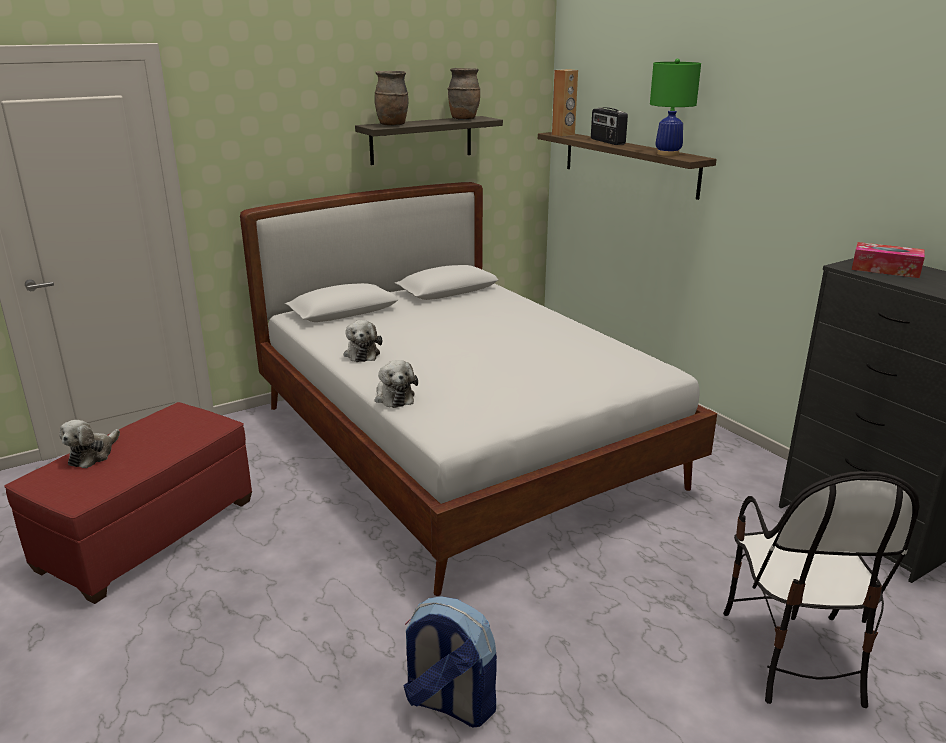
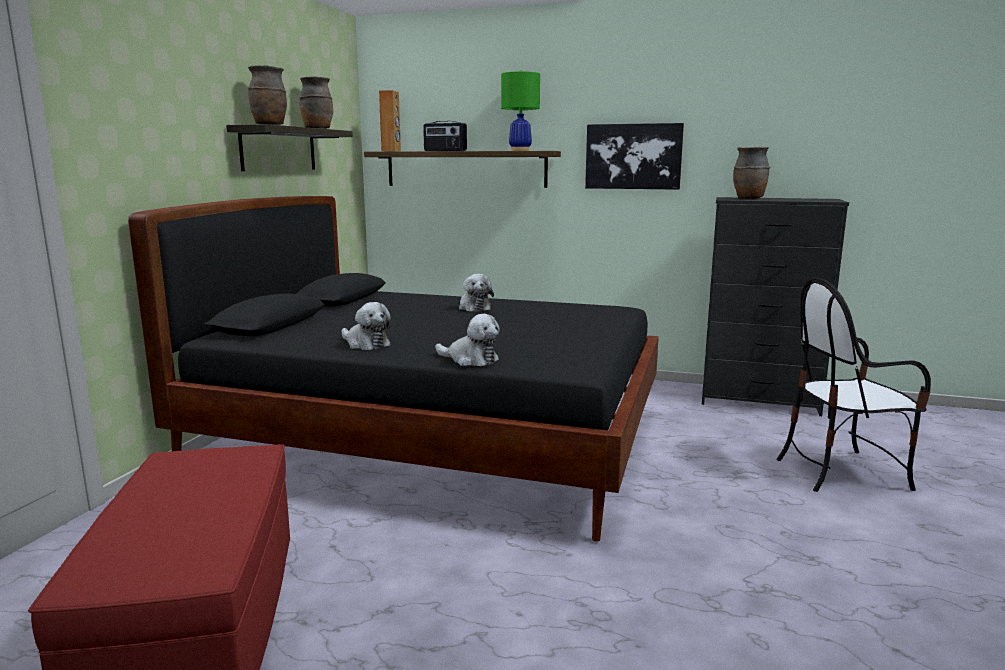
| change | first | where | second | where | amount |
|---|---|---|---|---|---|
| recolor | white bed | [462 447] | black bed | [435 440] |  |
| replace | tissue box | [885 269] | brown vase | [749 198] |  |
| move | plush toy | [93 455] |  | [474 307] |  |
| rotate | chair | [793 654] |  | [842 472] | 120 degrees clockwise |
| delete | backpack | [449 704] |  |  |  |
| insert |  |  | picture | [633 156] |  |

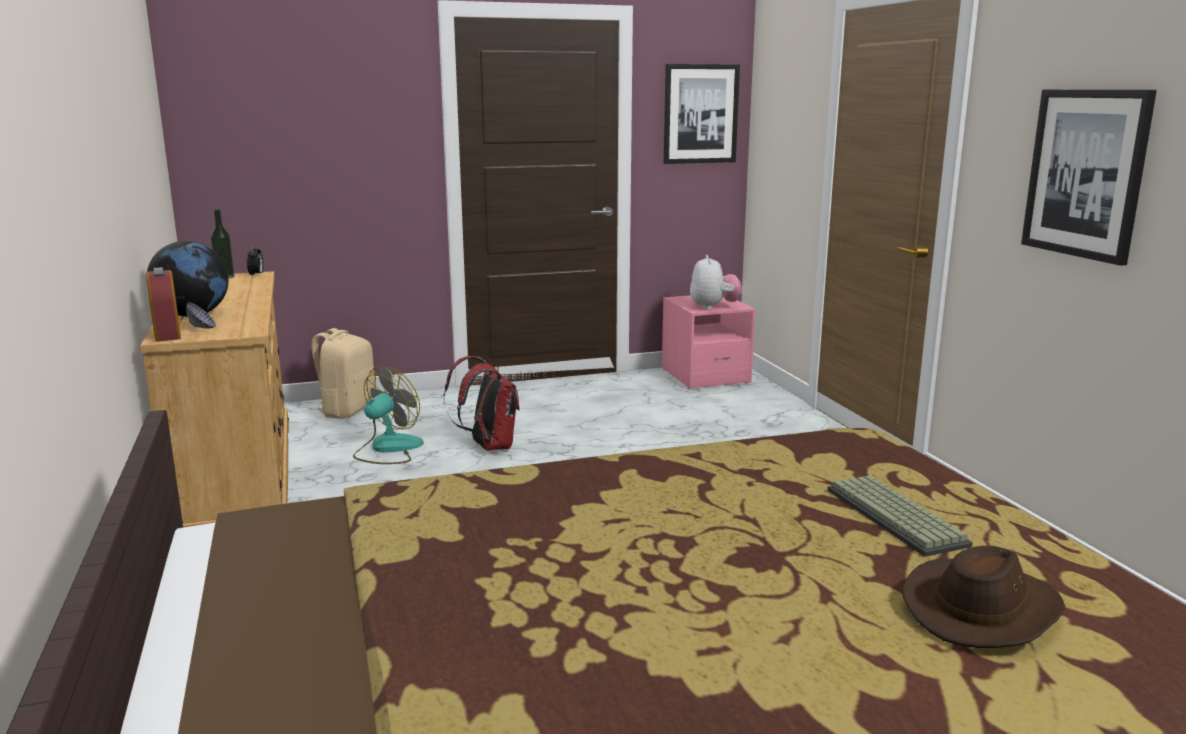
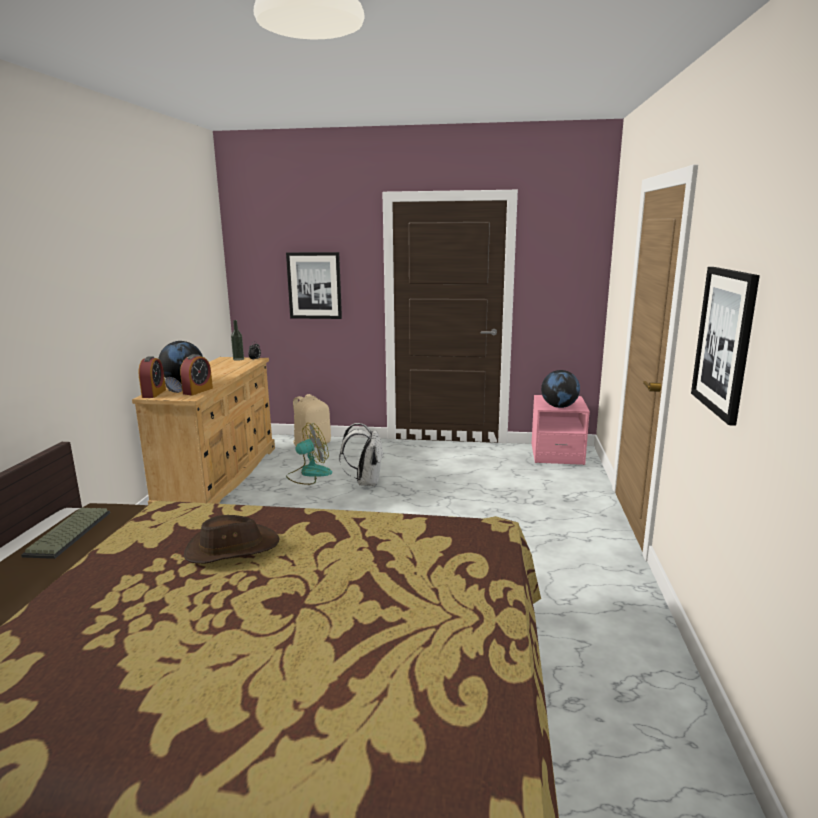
| change | first | where | second | where | amount |
|---|---|---|---|---|---|
| move | picture | [700 114] |  | [314 285] |  |
| replace | plush toy | [713 307] | globe | [559 407] |  |
| recolor | red backpack | [488 446] | white backpack | [365 482] |  |
| move | keyboard | [898 517] |  | [70 534] |  |
| move | brown hat | [982 609] |  | [231 548] |  |
| insert |  |  | alarm clock | [198 391] |  |

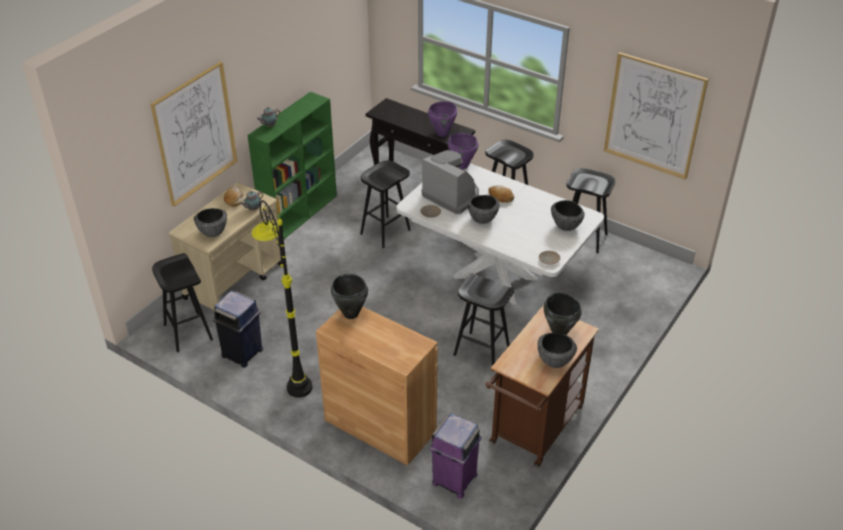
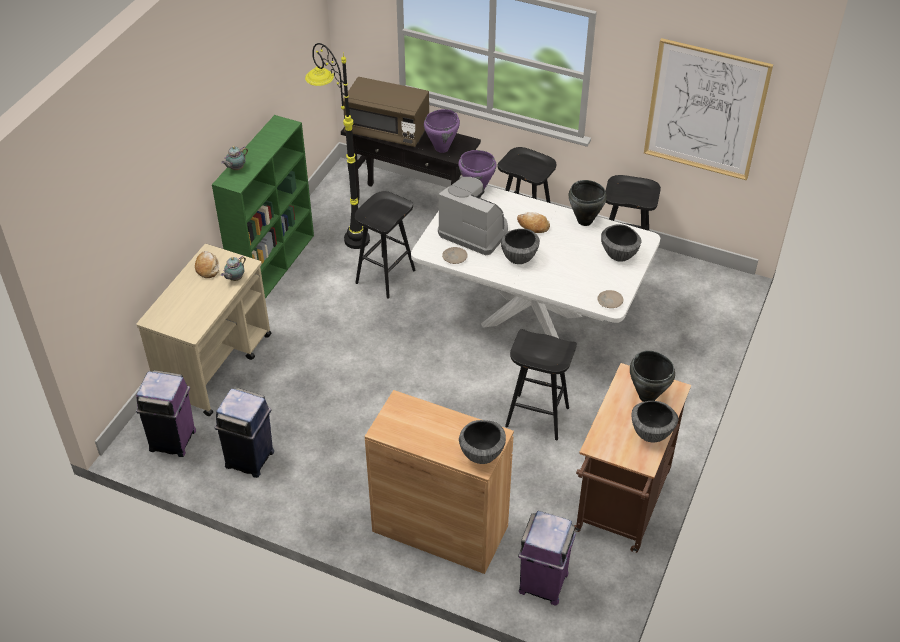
| change | first | where | second | where | amount |
|---|---|---|---|---|---|
| delete | picture | [195 134] |  |  |  |
| move | black floor lamp | [291 373] |  | [344 228] |  |
| move | bowl | [213 232] |  | [481 455] |  |
| replace | black stool | [187 332] | purple trash can | [173 440] |  |
| move | black cooking pot | [350 314] |  | [584 221] |  |
| insert |  |  | brown microwave | [387 131] |  |

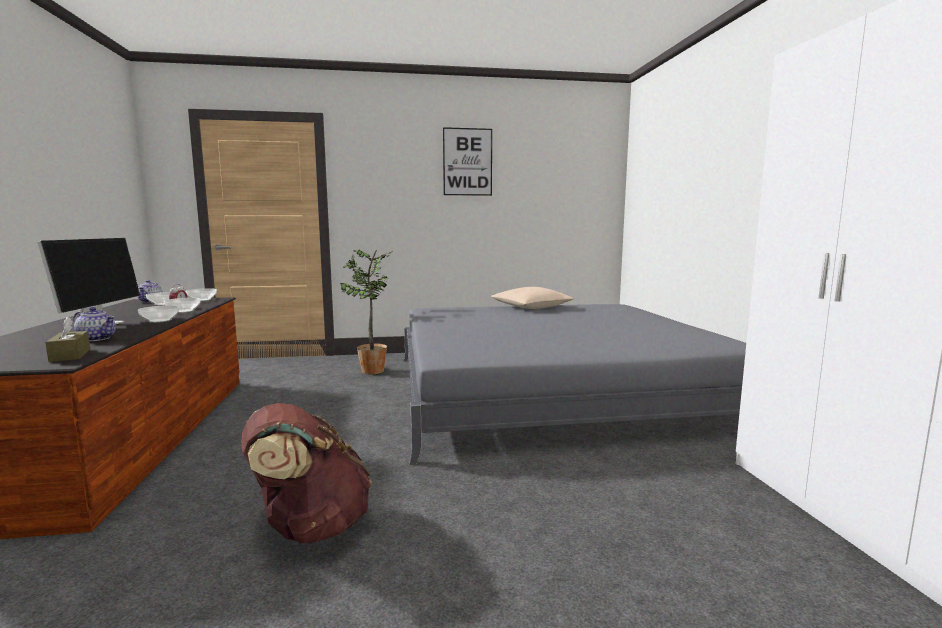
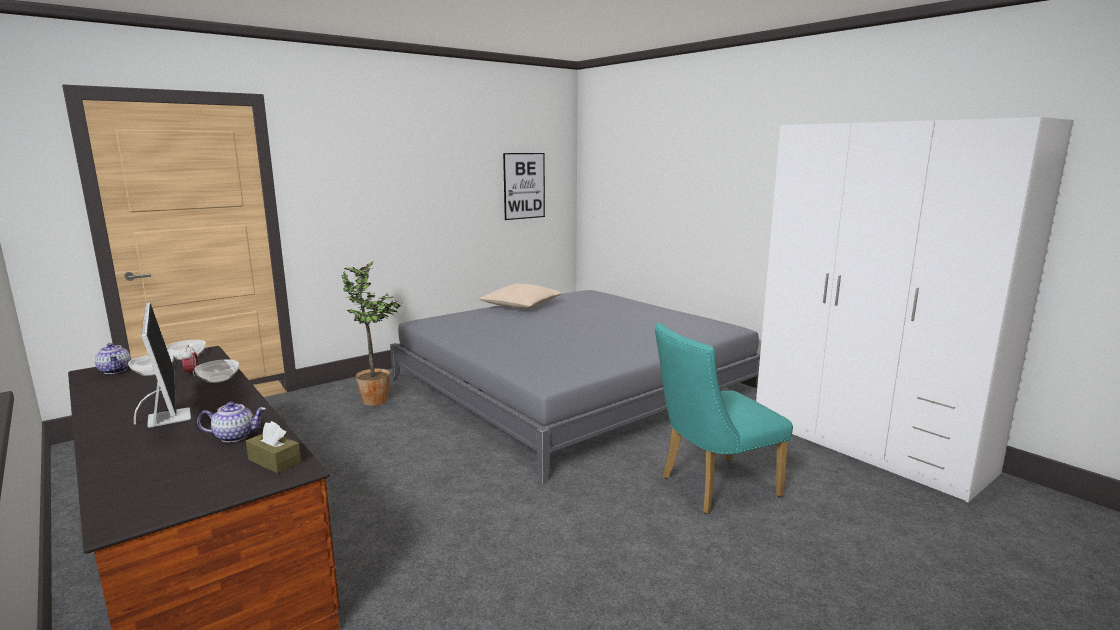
| change | first | where | second | where | amount |
|---|---|---|---|---|---|
| move | picture | [467 162] |  | [524 186] |  |
| delete | bowl | [160 320] |  |  |  |
| delete | brown backpack | [309 527] |  |  |  |
| insert |  |  | turquoise chair | [712 487] |  |

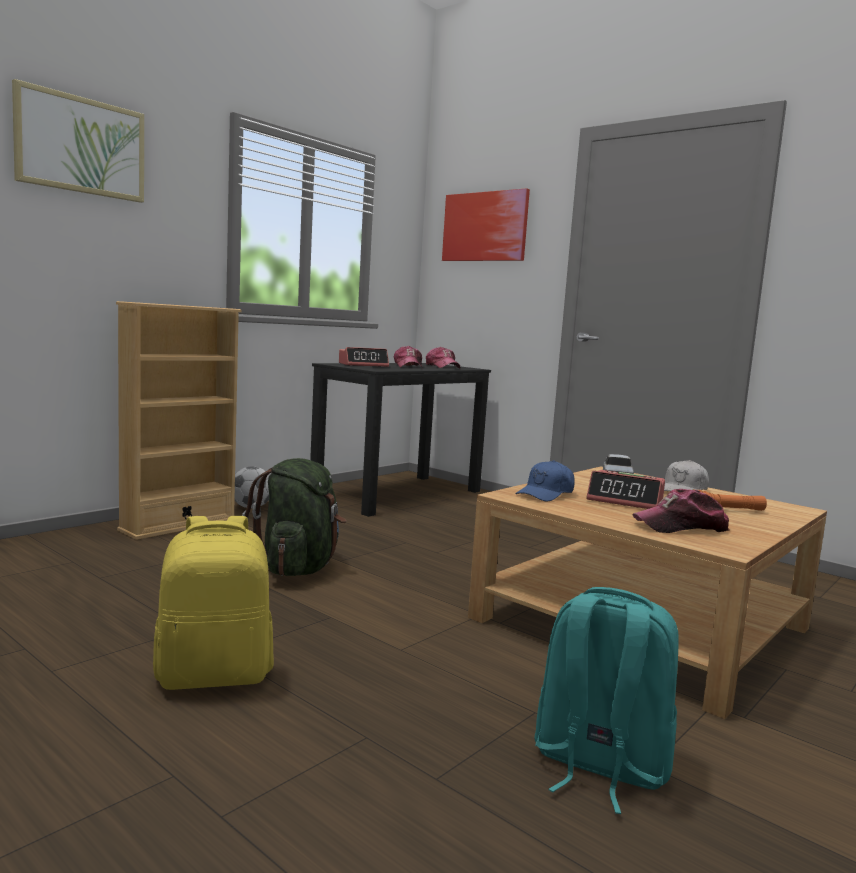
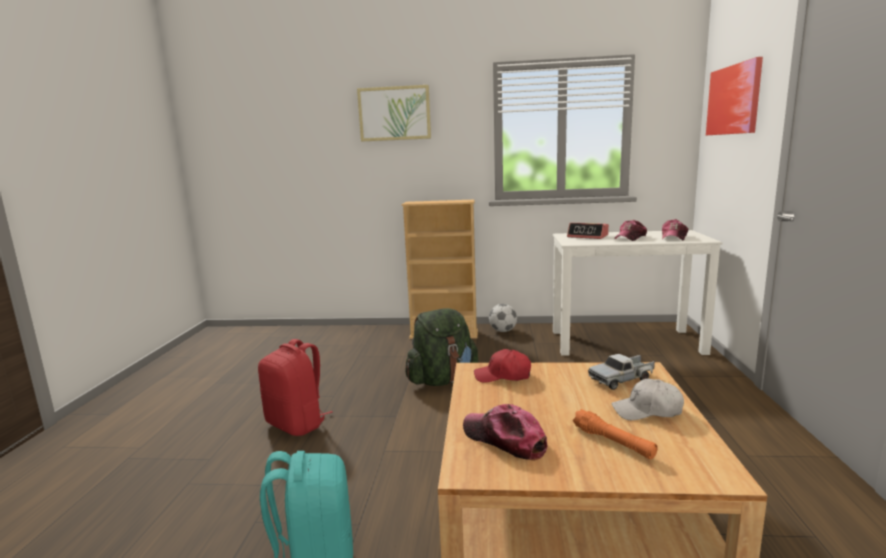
| change | first | where | second | where | amount |
|---|---|---|---|---|---|
| recolor | black desk | [399 494] | white desk | [626 342] |  |
| recolor | blue cap | [546 494] | red cap | [503 376] |  |
| delete | alarm clock | [625 500] |  |  |  |
| recolor | yellow backpack | [215 675] | red backpack | [297 424] |  |

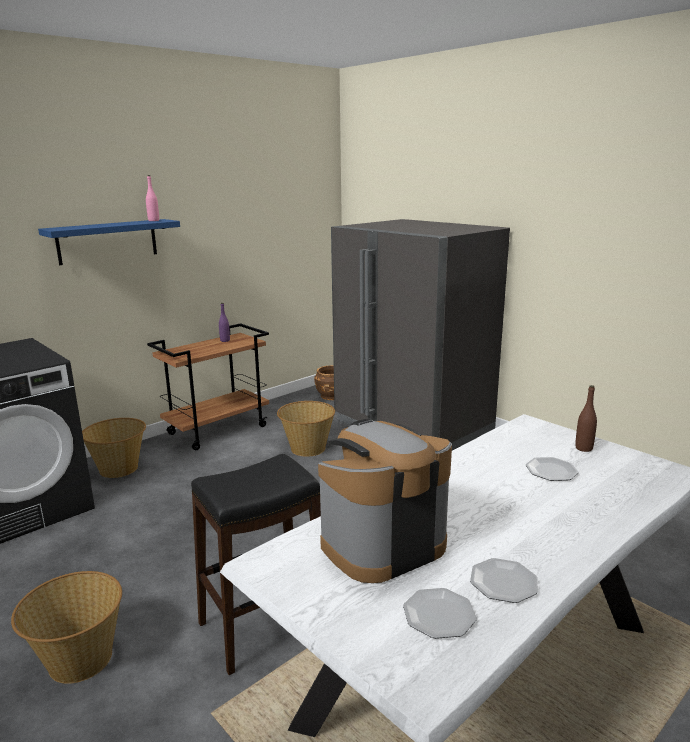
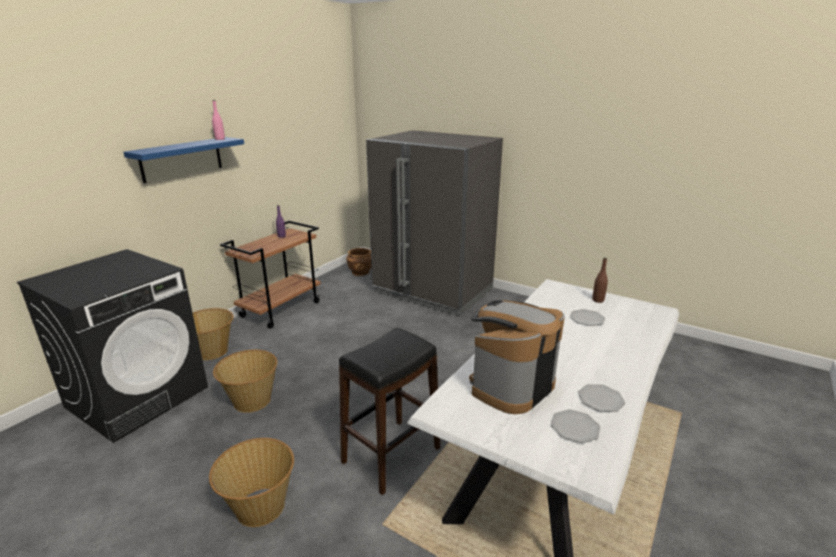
| change | first | where | second | where | amount |
|---|---|---|---|---|---|
| move | basket | [307 448] |  | [251 401] |  |

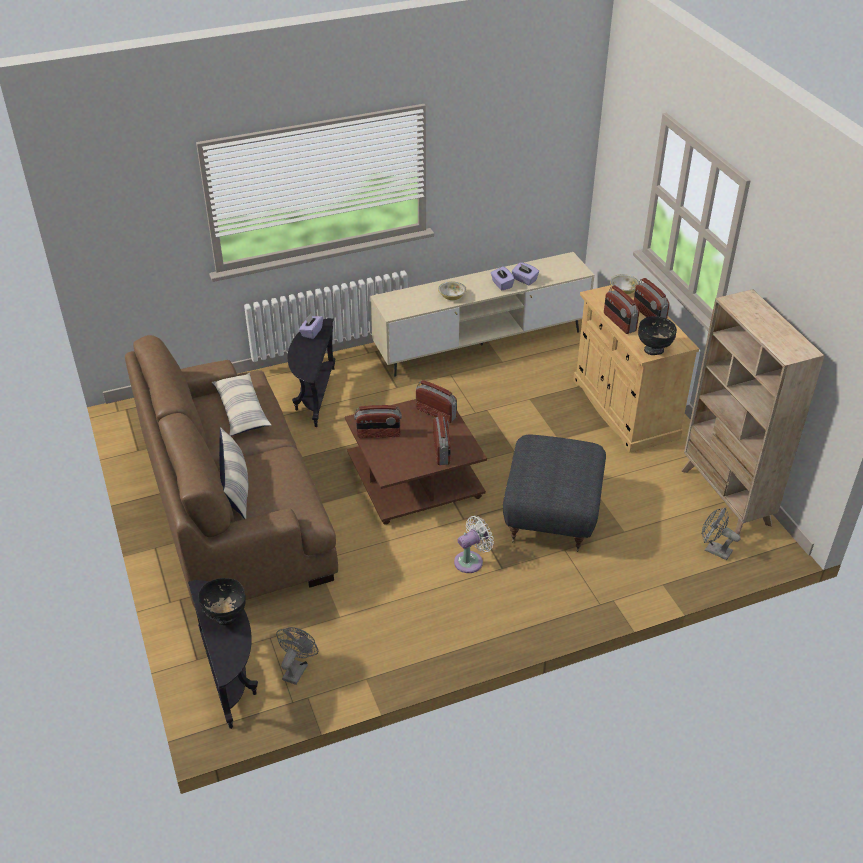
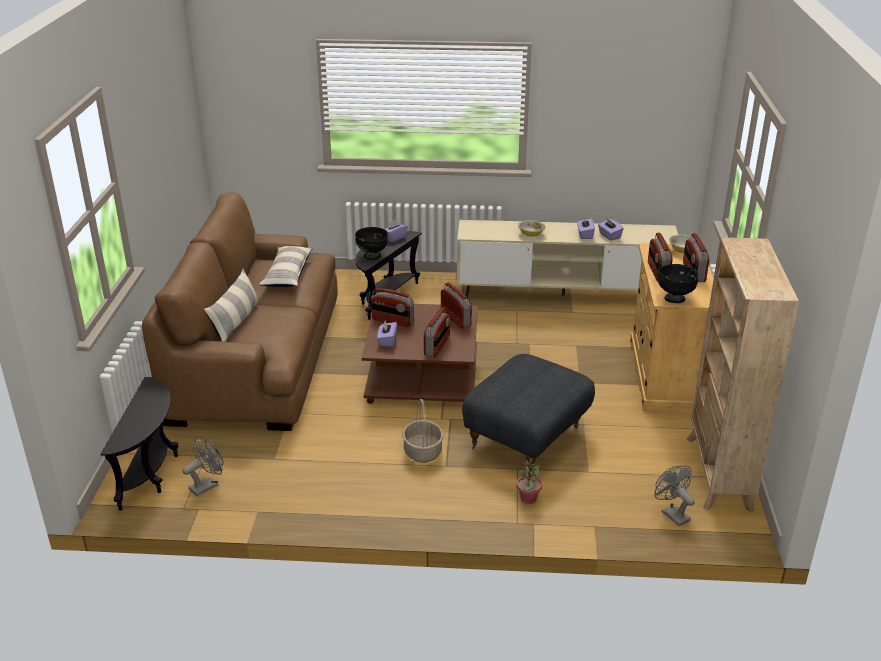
| change | first | where | second | where | amount |
|---|---|---|---|---|---|
| replace | white fan | [471 561] | basket | [422 452] |  |
| move | black bowl | [225 617] |  | [372 256] |  |
| insert |  |  | purple tissue box | [387 341] |  |
| insert |  |  | potted plant | [528 499] |  |

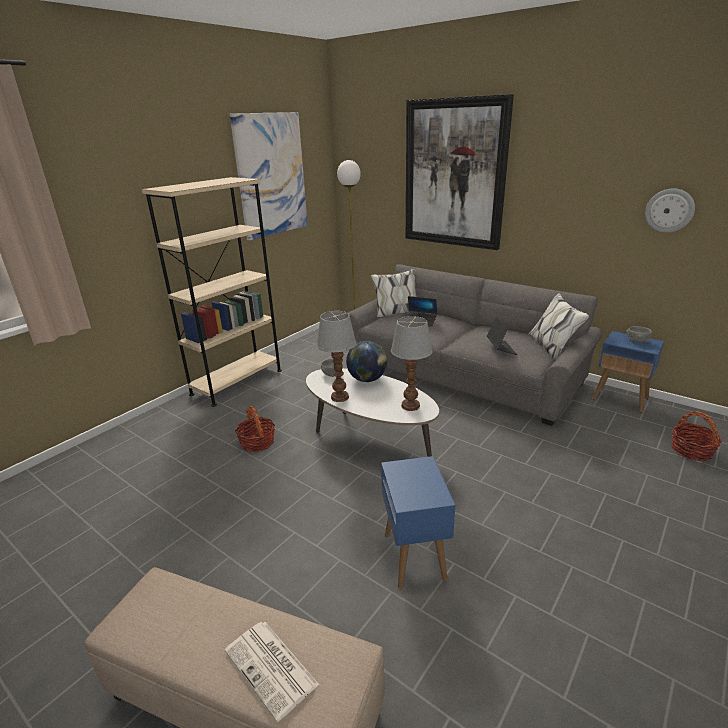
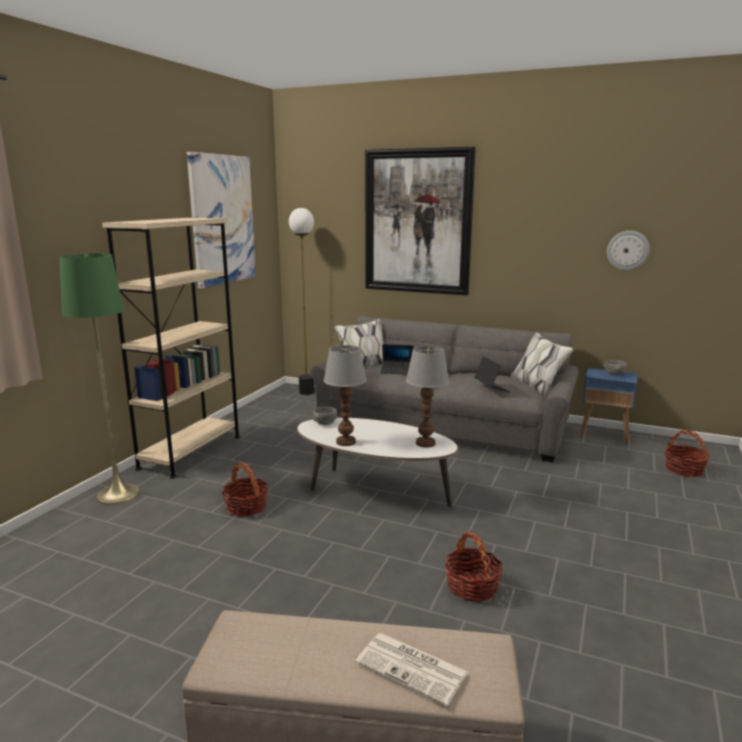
| change | first | where | second | where | amount |
|---|---|---|---|---|---|
| delete | globe | [367 379] |  |  |  |
| replace | blue side table | [414 556] | basket | [472 586] |  |
| insert |  |  | green floor lamp | [118 494] |  |

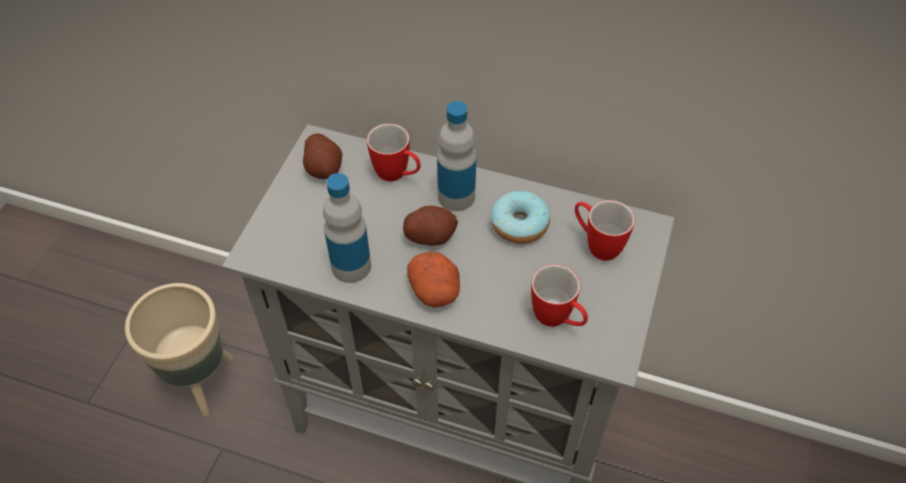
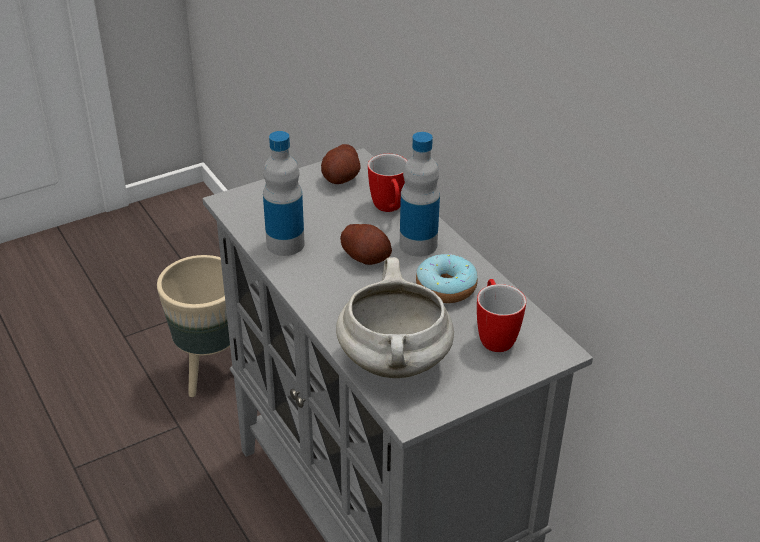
| change | first | where | second | where | amount |
|---|---|---|---|---|---|
| delete | potato | [435 290] |  |  |  |
| replace | mug | [557 320] | white cooking pot | [396 363] |  |

